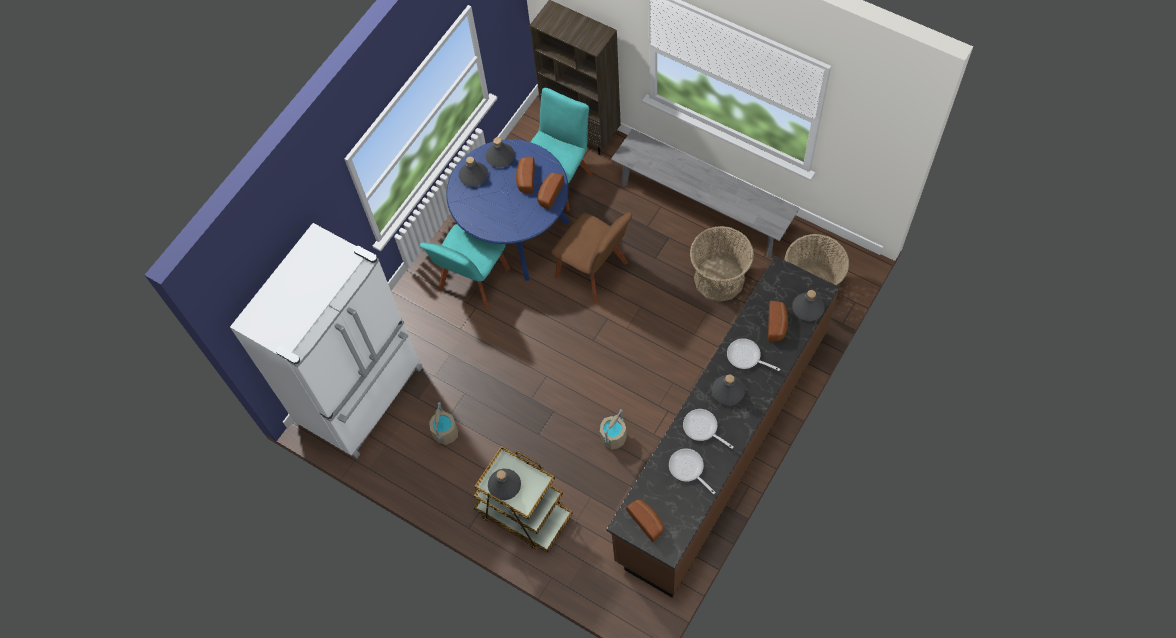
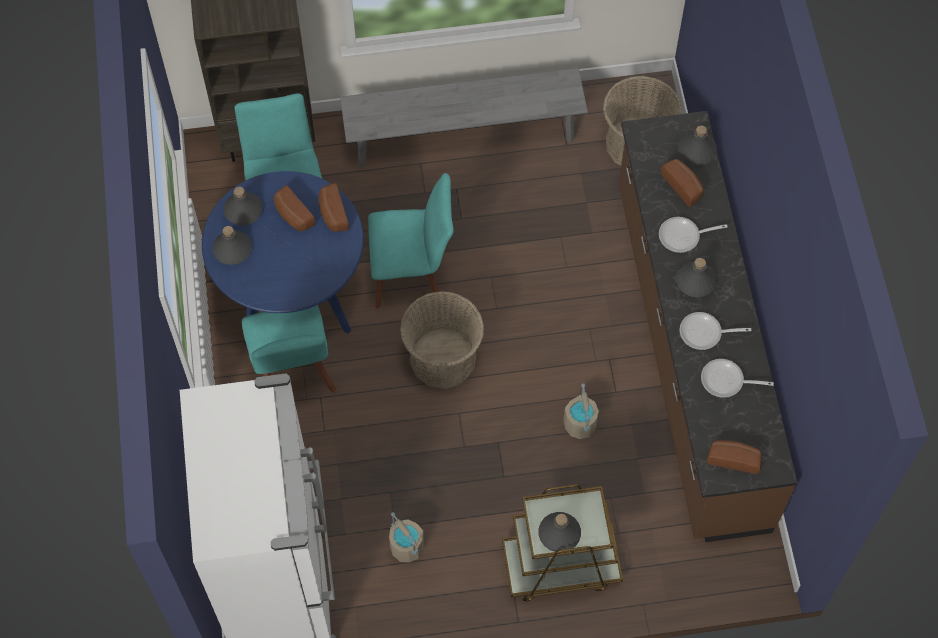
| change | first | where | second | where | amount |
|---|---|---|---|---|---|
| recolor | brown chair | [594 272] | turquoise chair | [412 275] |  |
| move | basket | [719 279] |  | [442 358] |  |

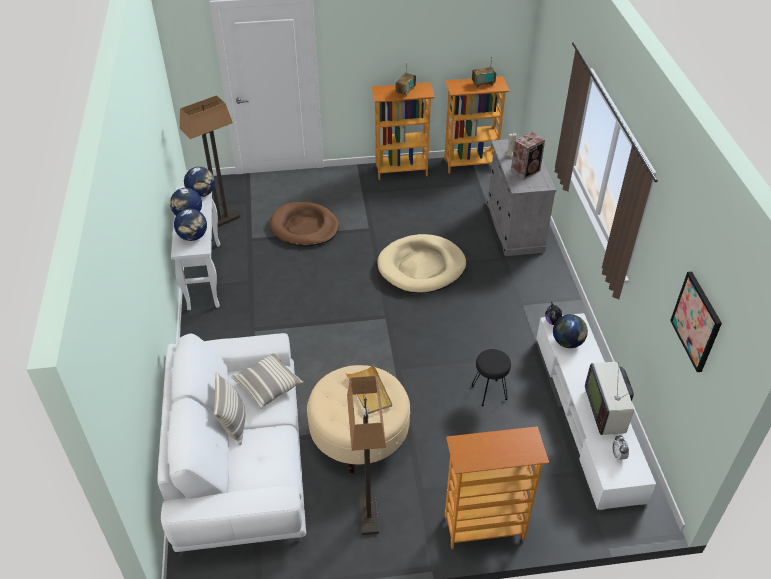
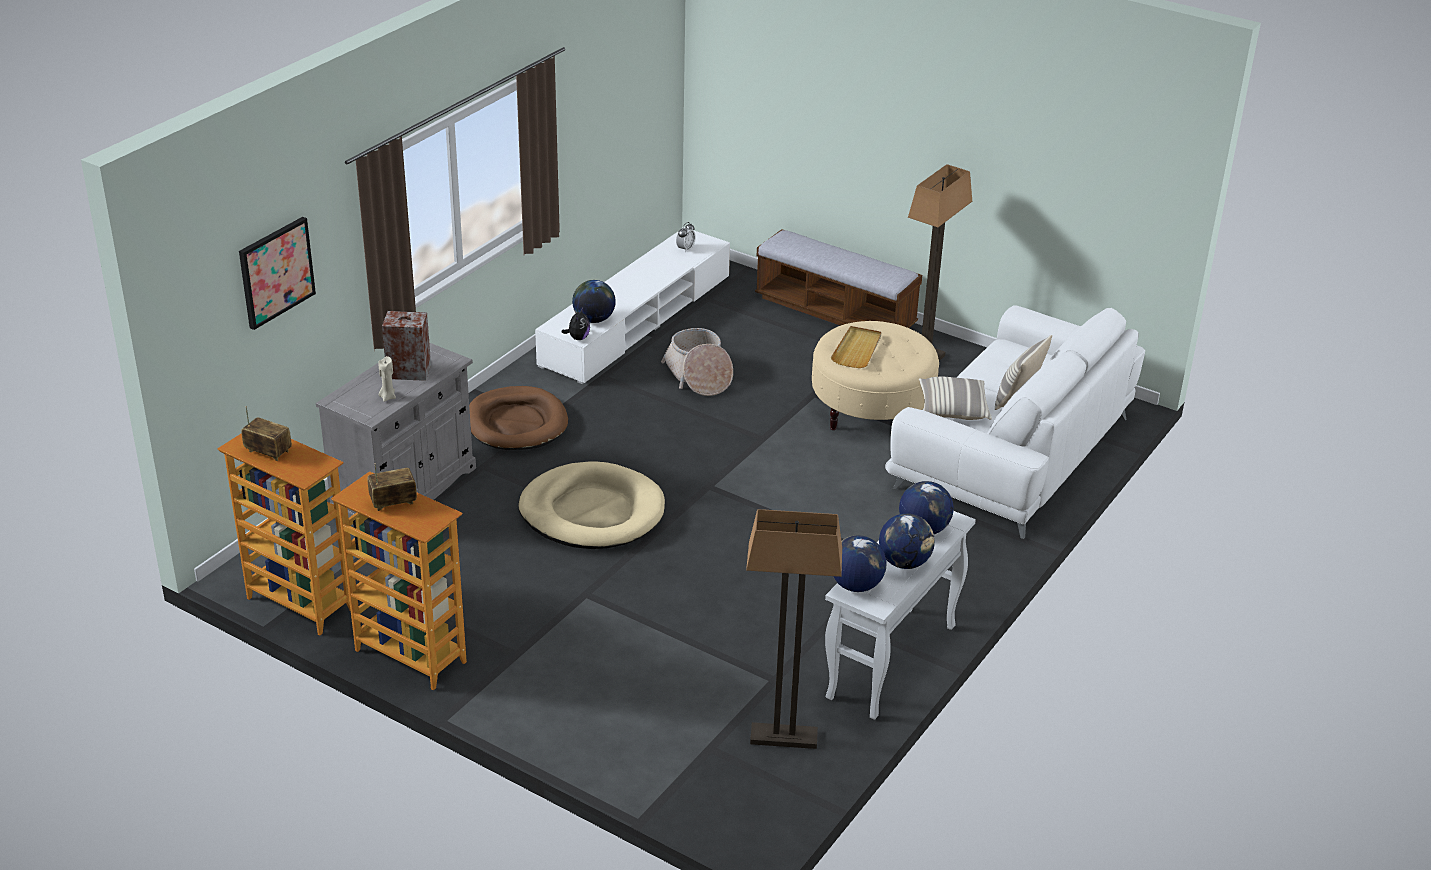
| change | first | where | second | where | amount |
|---|---|---|---|---|---|
| move | brown dog bed | [304 227] |  | [517 423] |  |
| move | picture | [696 321] |  | [276 272] |  |
| replace | black stool | [489 392] | basket | [698 376] |  |
| delete | television | [607 410] |  |  |  |
| replace | bookcase | [484 528] | bench | [835 312] |  |

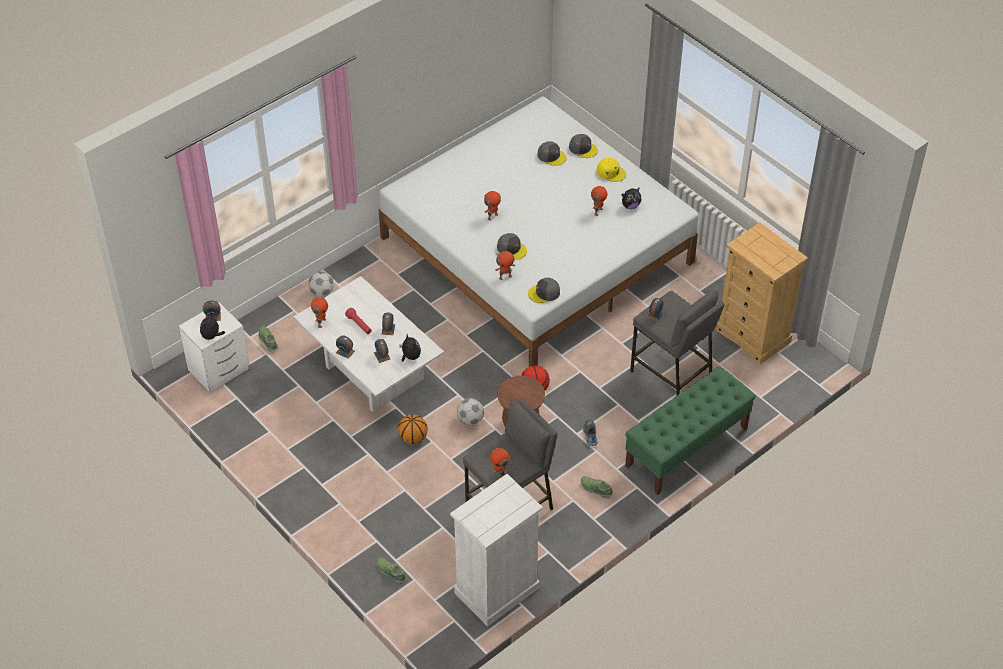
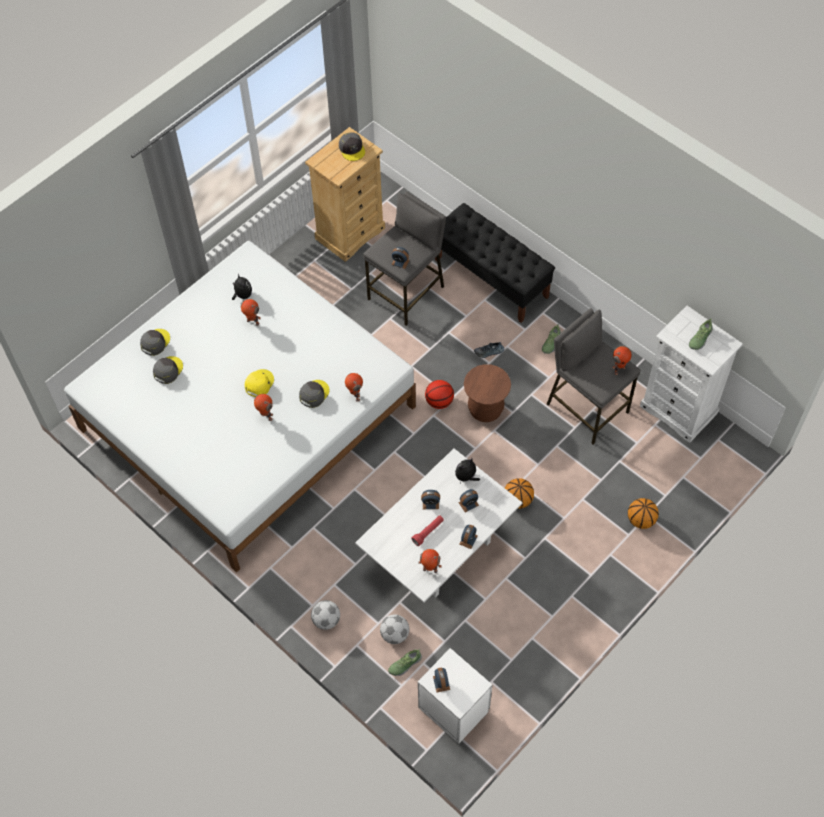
| change | first | where | second | where | amount |
|---|---|---|---|---|---|
| move | yellow cap | [611 172] |  | [259 383] |  |
| move | grey cap | [544 293] |  | [352 149] |  |
| delete | plush toy | [212 336] |  |  |  |
| recolor | green bench | [686 448] | black bench | [491 278] |  |
| move | football | [470 420] |  | [394 635] |  |
| move | shoe | [391 572] |  | [699 338] |  |
| insert |  |  | basketball | [641 520] |  |

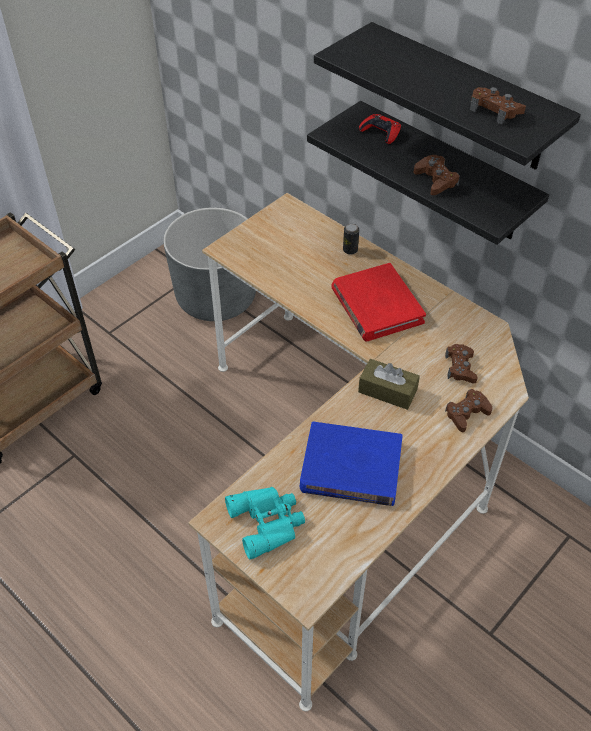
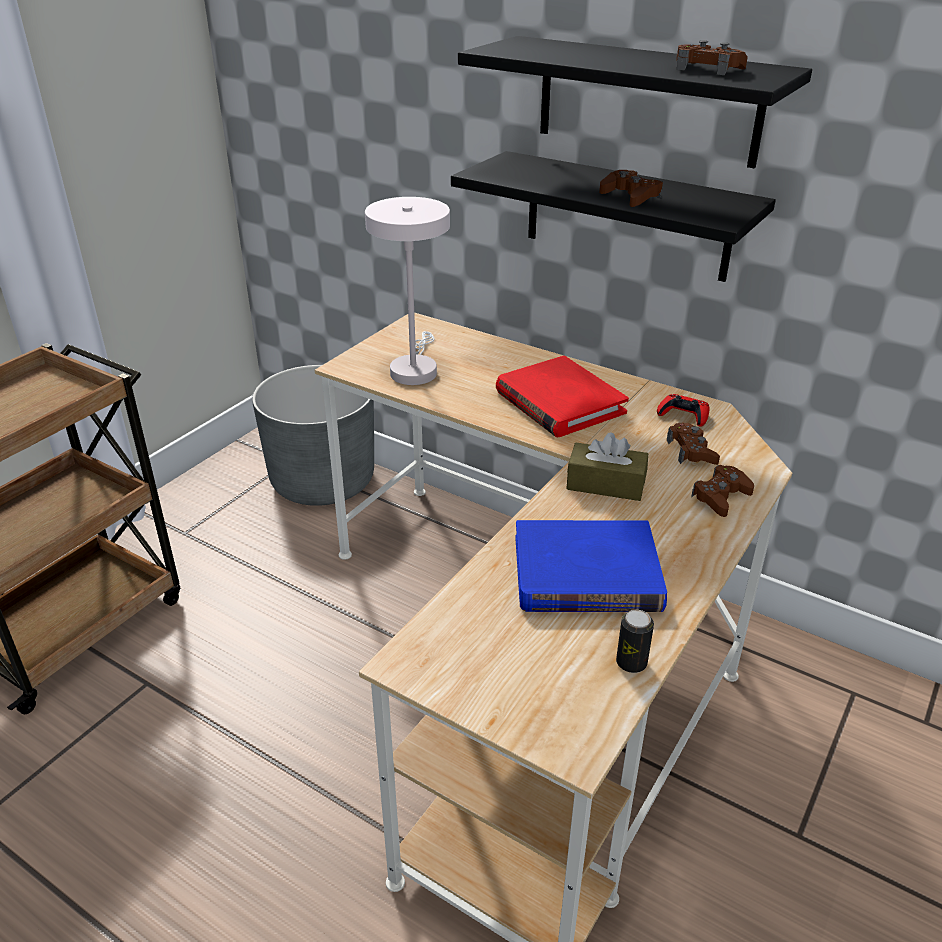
| change | first | where | second | where | amount |
|---|---|---|---|---|---|
| move | red game controller | [380 132] |  | [683 415] |  |
| move | can | [350 250] |  | [631 663] |  |
| delete | turquoise binoculars | [268 522] |  |  |  |
| insert |  |  | white table lamp | [414 369] |  |

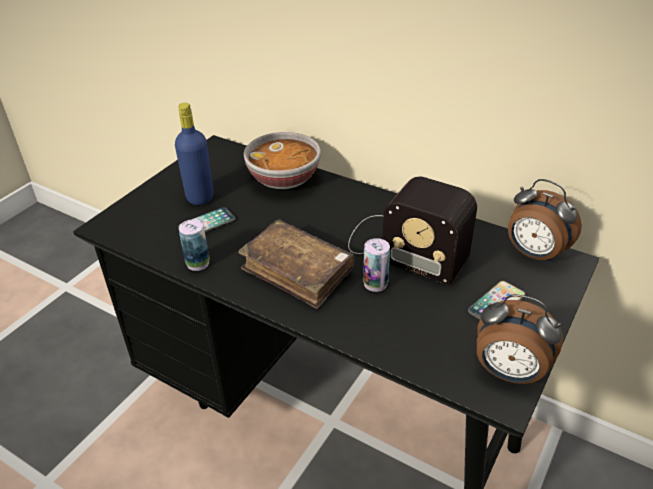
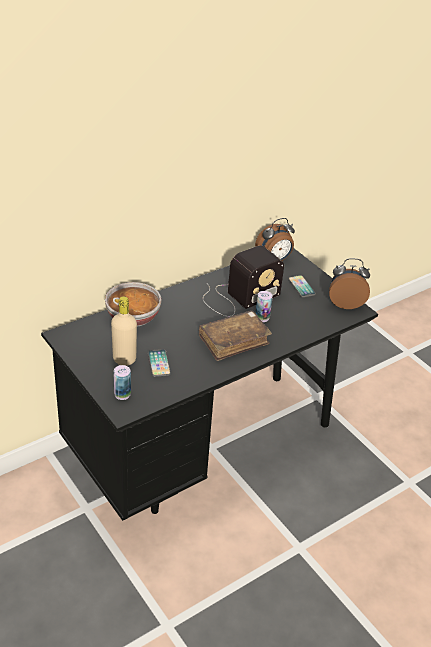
| change | first | where | second | where | amount |
|---|---|---|---|---|---|
| recolor | blue bottle | [200 197] | beige bottle | [124 359] |  |
| move | can | [198 263] |  | [122 394] |  |
| rotate | alarm clock | [508 373] |  | [345 303] | 135 degrees counterclockwise |

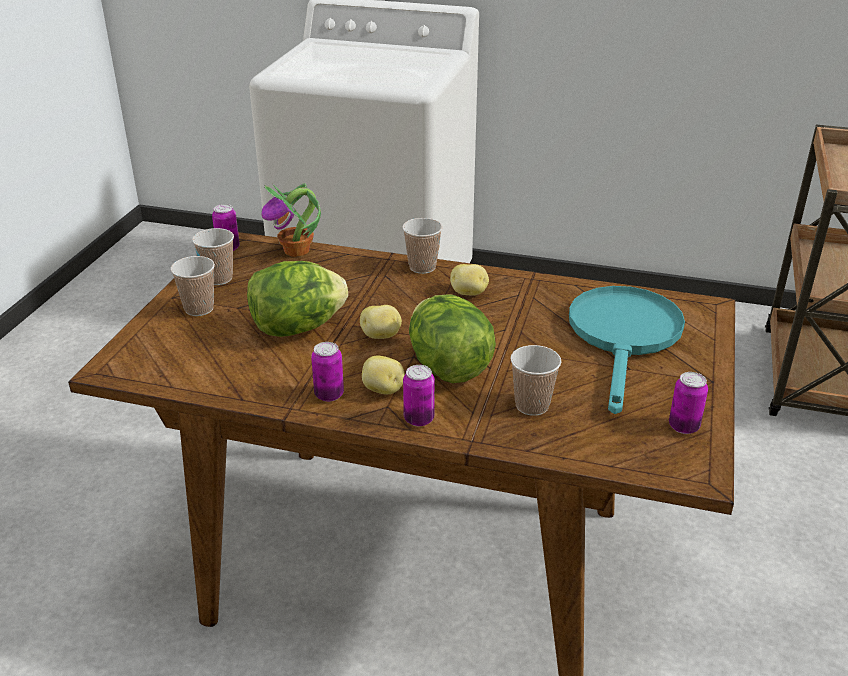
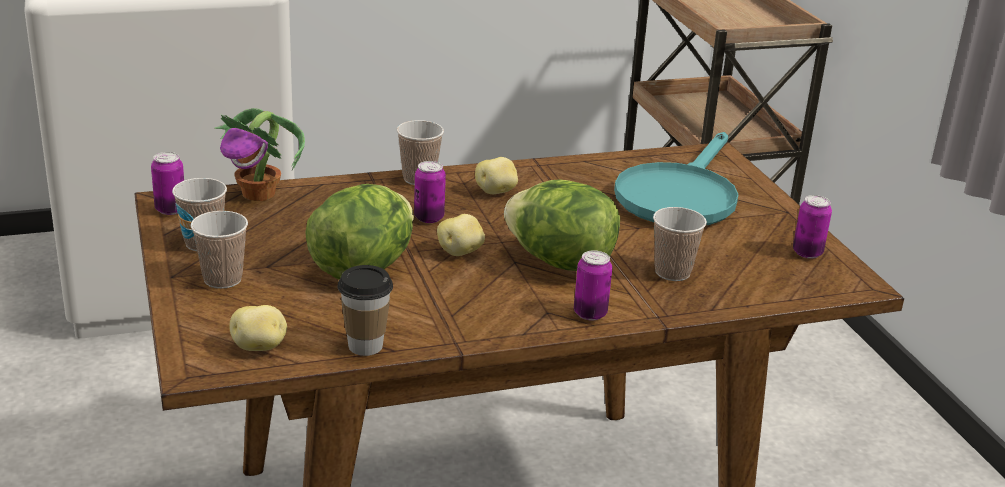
| change | first | where | second | where | amount |
|---|---|---|---|---|---|
| rotate | turquoise frying pan | [624 337] |  | [679 195] | 135 degrees counterclockwise |
| move | can | [329 395] |  | [429 218] |  |
| move | potato | [383 390] |  | [259 347] |  |
| insert |  |  | cup | [365 346] |  |

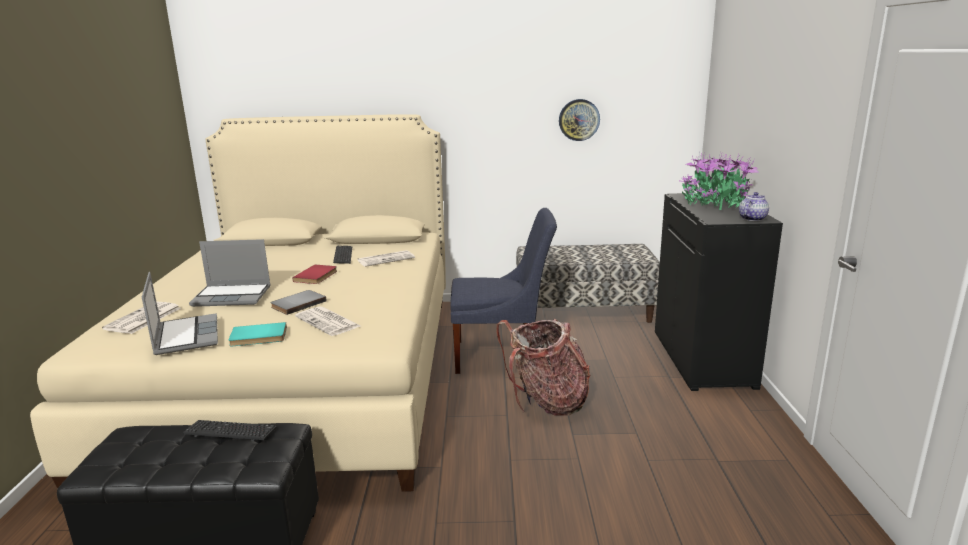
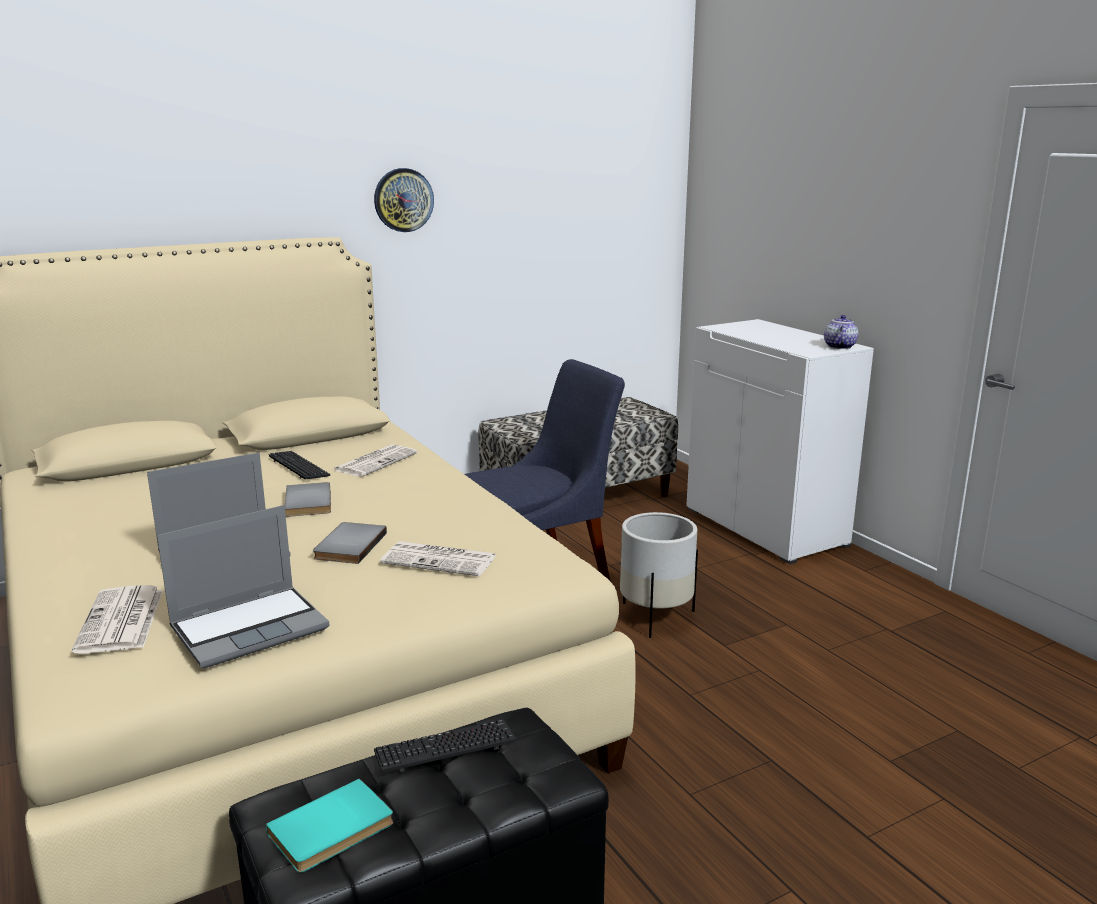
| change | first | where | second | where | amount |
|---|---|---|---|---|---|
| move | wall clock | [579 120] |  | [403 200] |  |
| delete | potted plant | [715 204] |  |  |  |
| recolor | black cabinet | [704 359] | white cabinet | [766 527] |  |
| recolor | red book | [317 276] | grey book | [311 502] |  |
| rotate | laptop | [185 336] |  | [251 627] | 105 degrees clockwise |
| replace | backpack | [546 402] | white planter | [655 617] |  |
| move | turquoise book | [258 337] |  | [333 830] |  |

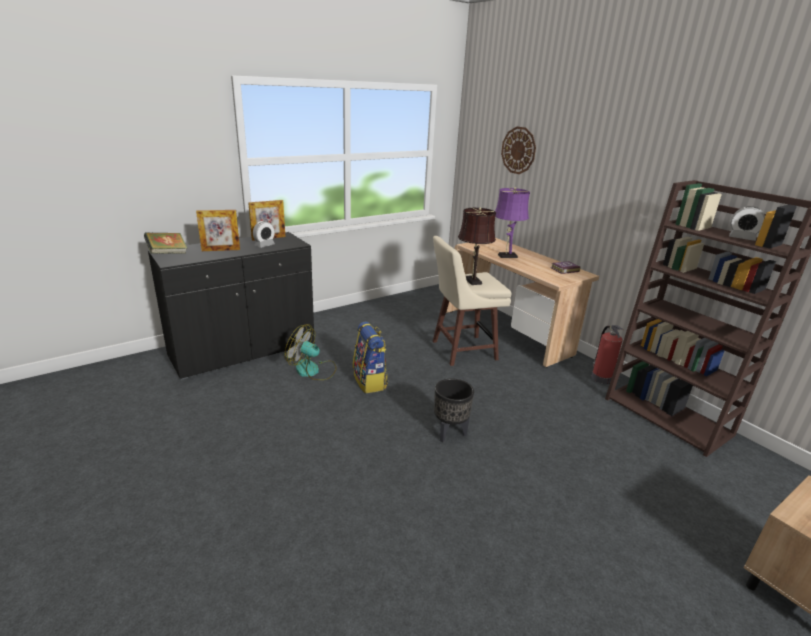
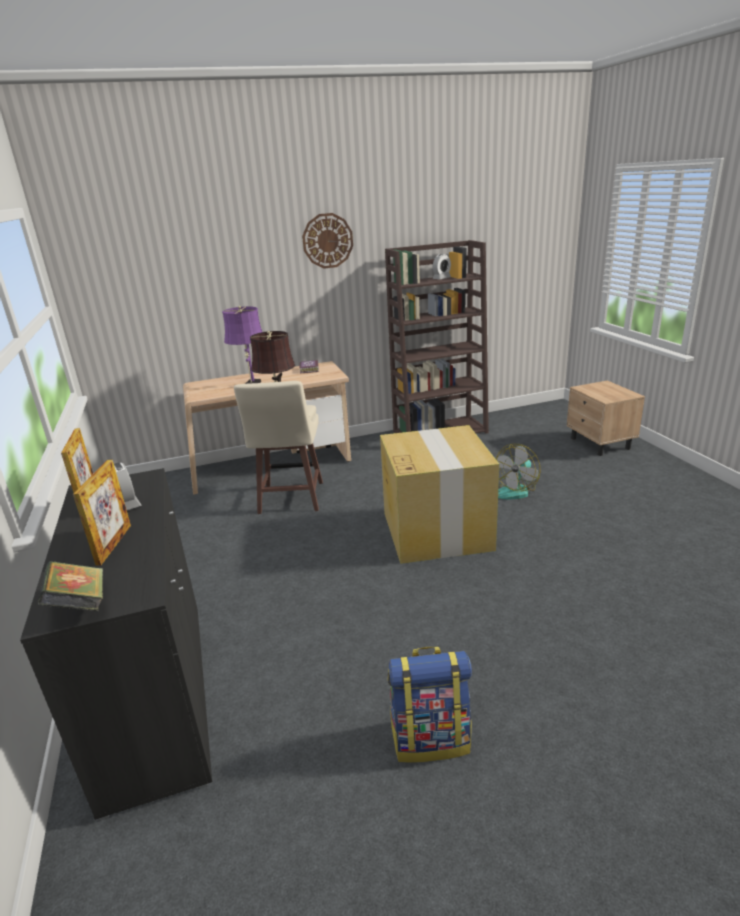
| change | first | where | second | where | amount |
|---|---|---|---|---|---|
| move | wall clock | [518 150] |  | [327 241] |  |
| move | backpack | [370 381] |  | [431 739] |  |
| move | fan | [313 370] |  | [515 490] |  |
| delete | fire extinguisher | [601 378] |  |  |  |
| replace | black planter | [450 433] | cardboard box | [436 530] |  |

